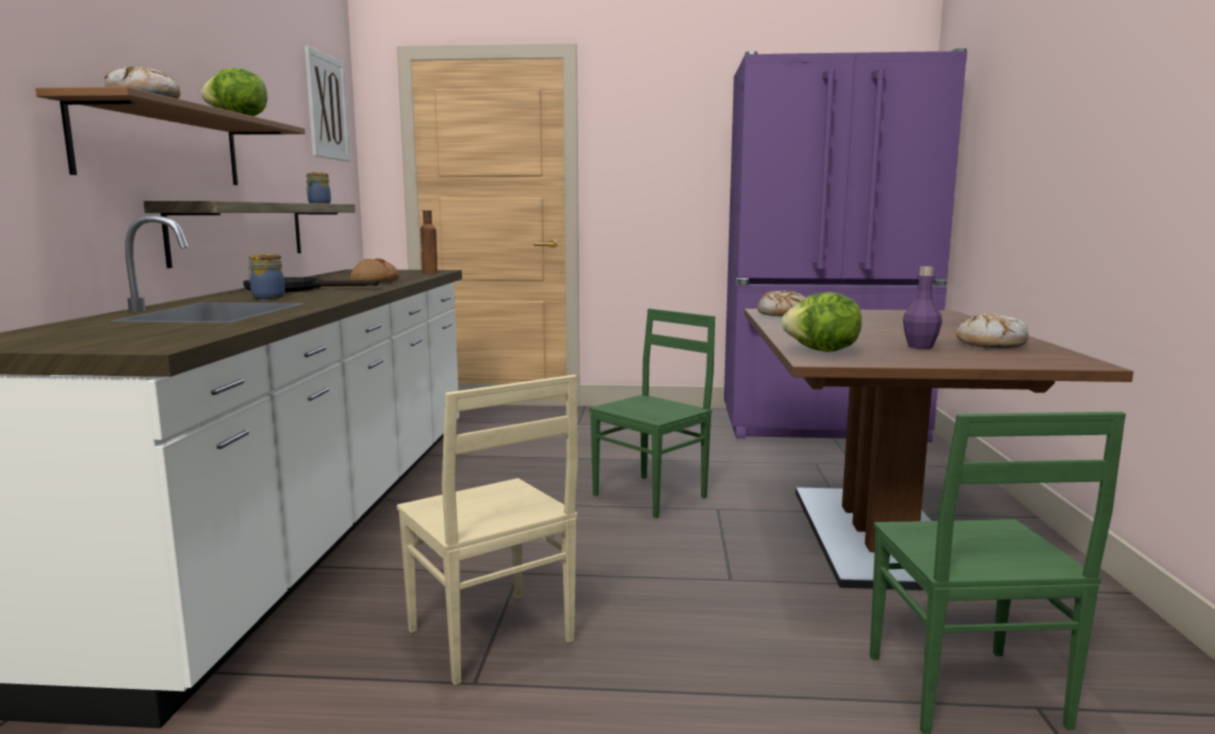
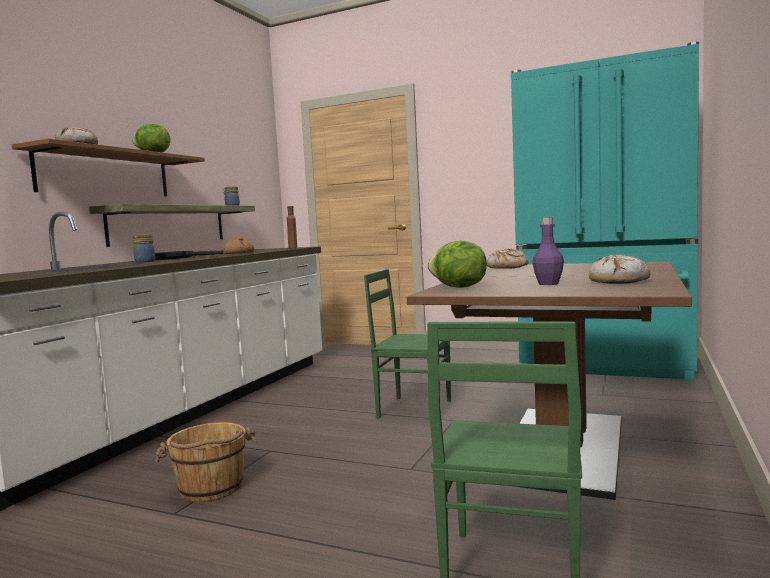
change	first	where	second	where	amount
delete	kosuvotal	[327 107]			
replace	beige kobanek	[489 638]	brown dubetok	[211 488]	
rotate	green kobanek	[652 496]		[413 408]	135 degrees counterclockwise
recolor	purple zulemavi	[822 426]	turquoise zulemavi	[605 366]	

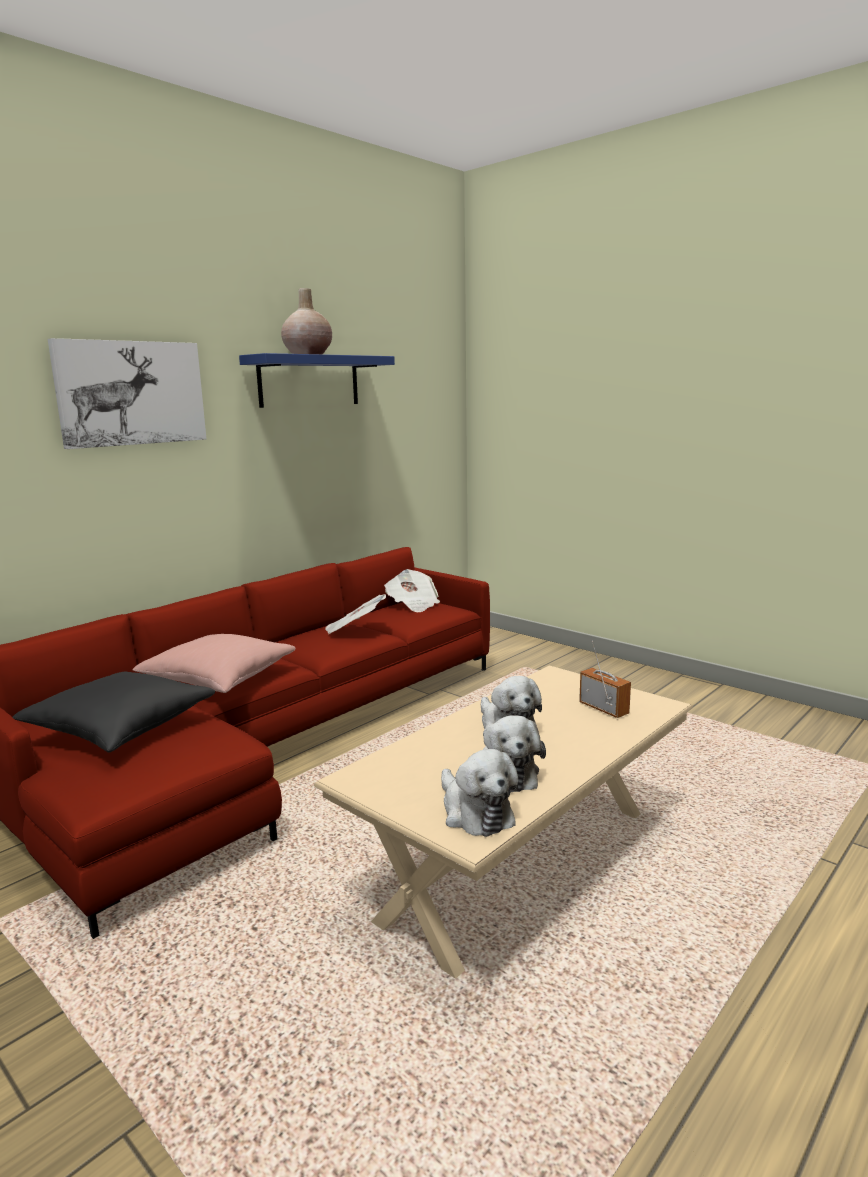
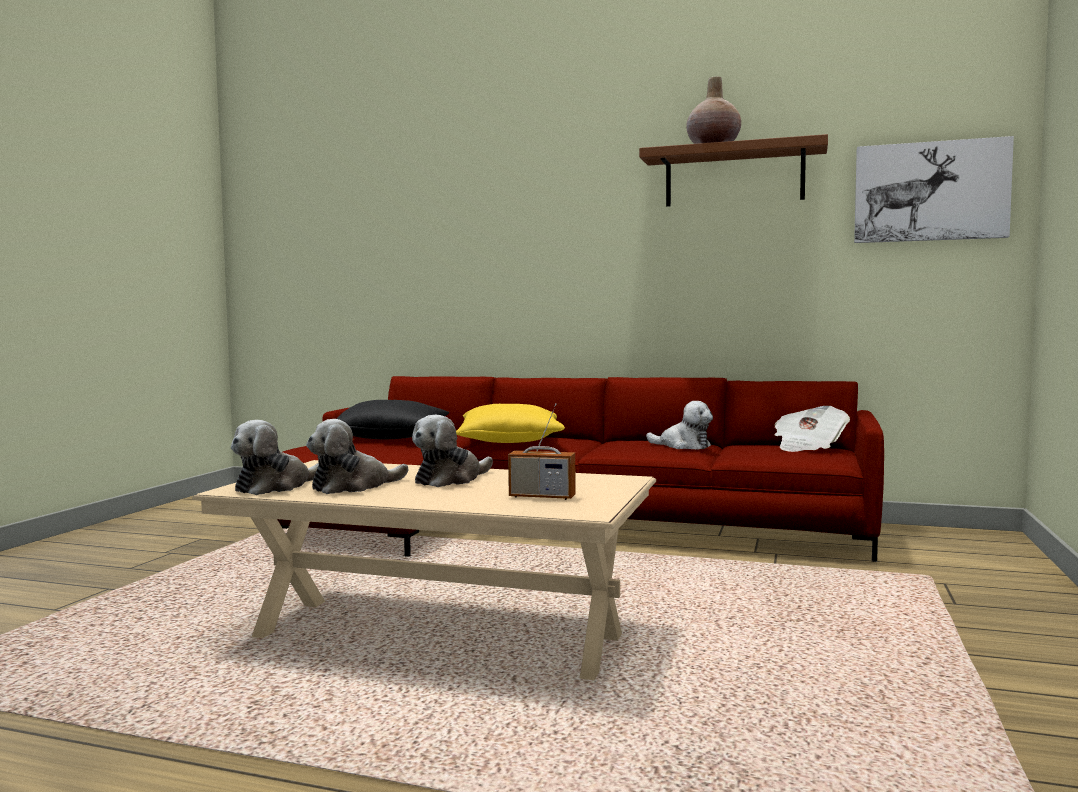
change	first	where	second	where	amount
move	kosuvotal	[131 393]		[930 192]	
recolor	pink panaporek	[219 679]	yellow panaporek	[510 441]	
recolor	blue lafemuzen	[309 381]	brown lafemuzen	[734 176]	
replace	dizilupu	[354 631]	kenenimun	[683 446]	
rotate	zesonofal	[603 709]		[542 497]	75 degrees clockwise

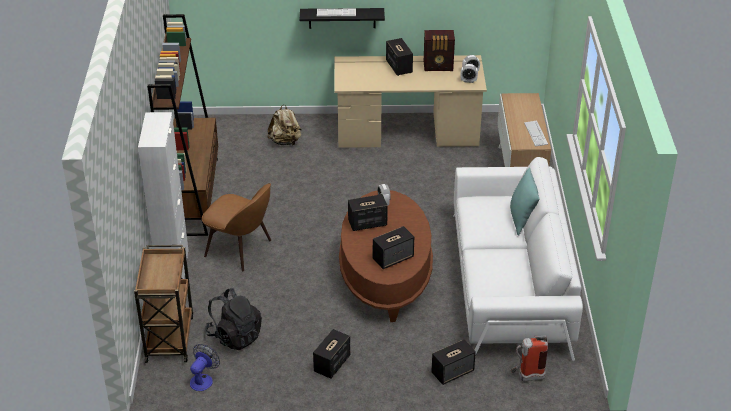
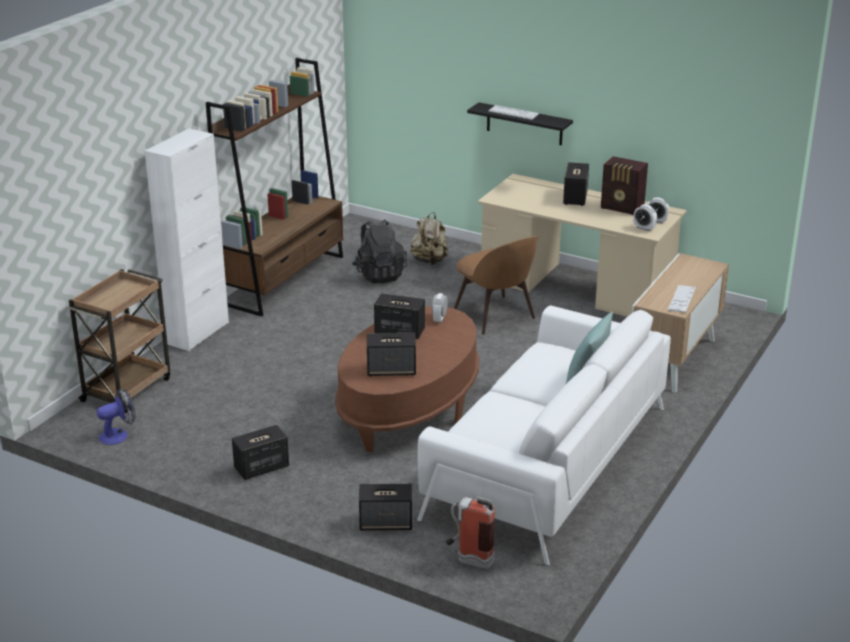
change	first	where	second	where	amount
move	brown kobanek	[240 249]		[495 316]	
move	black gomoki	[235 336]		[379 275]	

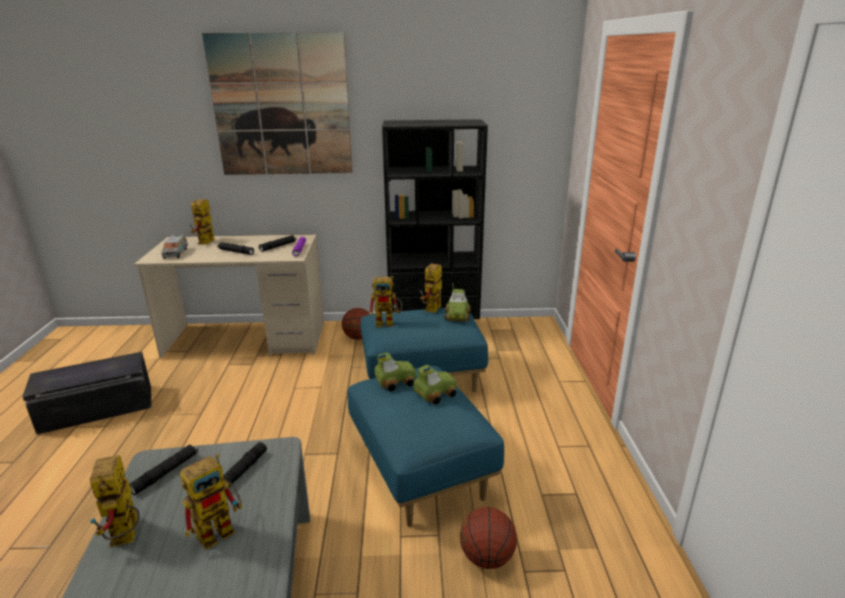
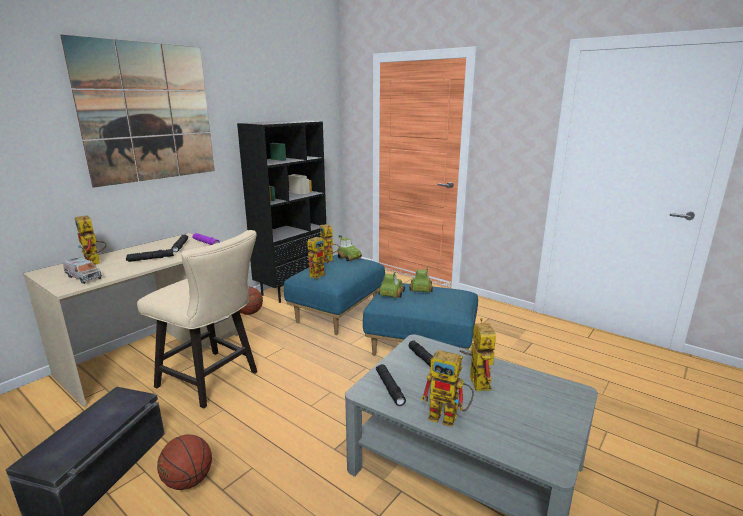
change	first	where	second	where	amount
move	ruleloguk	[486 557]		[188 481]	
insert			beige kobanek	[213 381]	

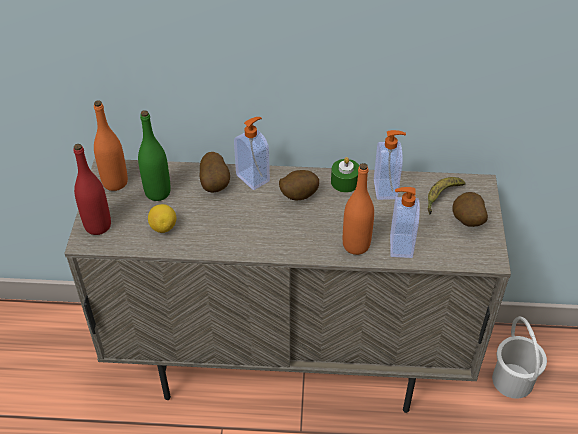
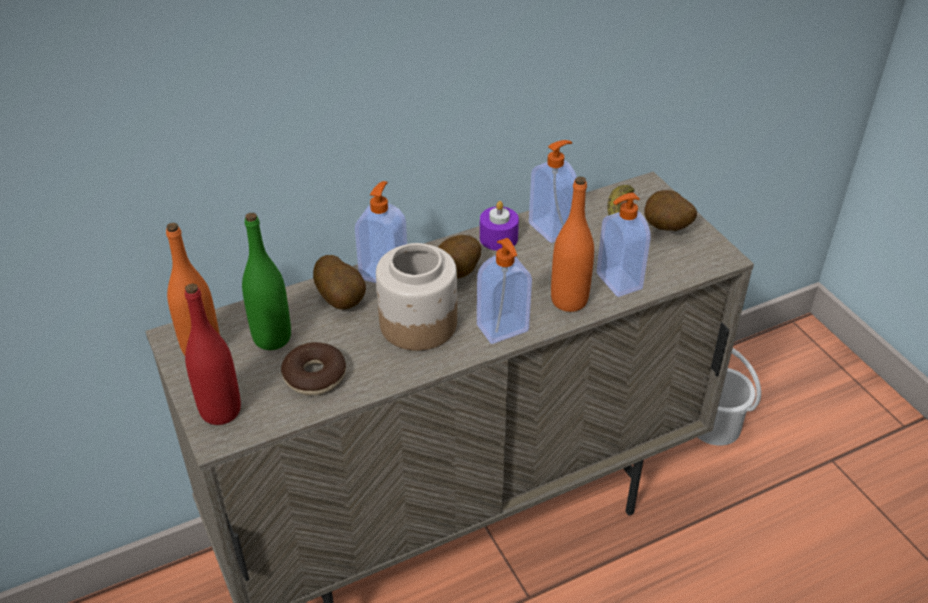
change	first	where	second	where	amount
replace	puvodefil	[163 227]	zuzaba	[314 376]	
recolor	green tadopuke	[345 182]	purple tadopuke	[498 238]	
insert			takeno	[417 324]	
insert			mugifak	[503 329]	

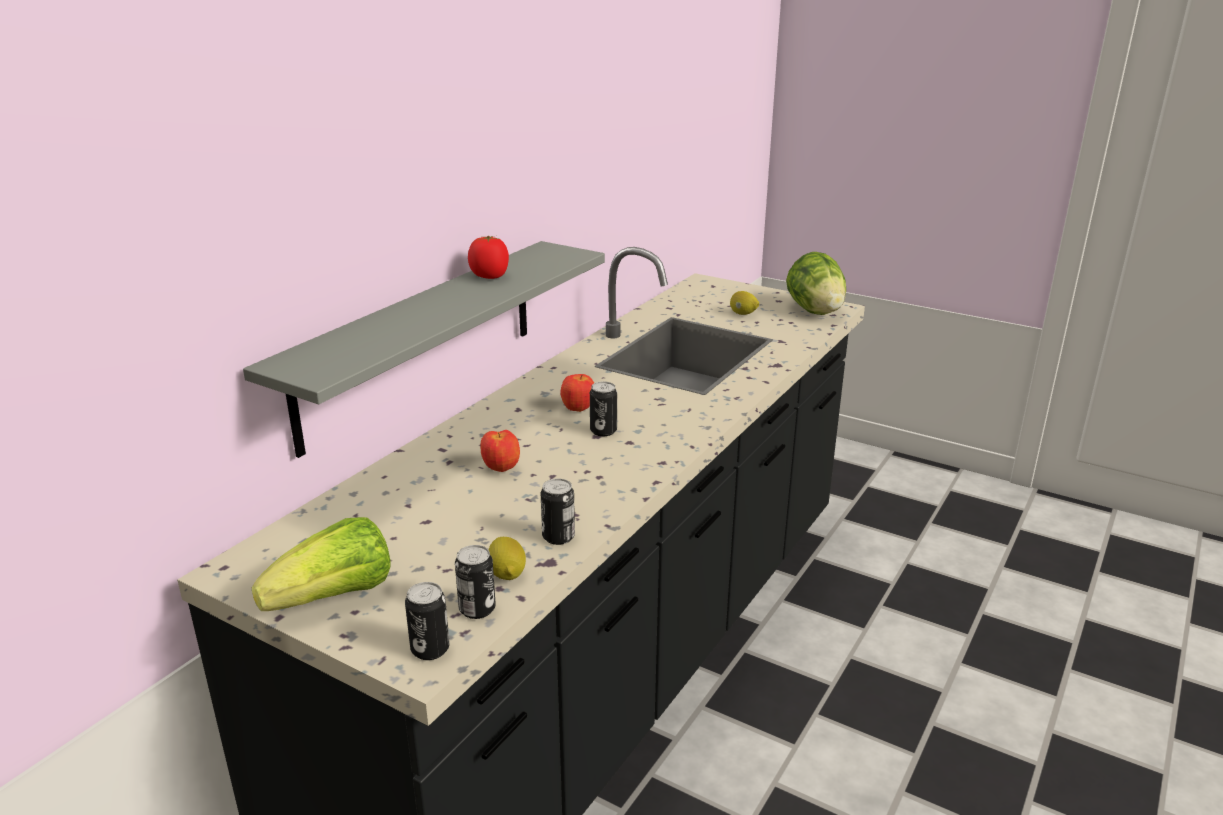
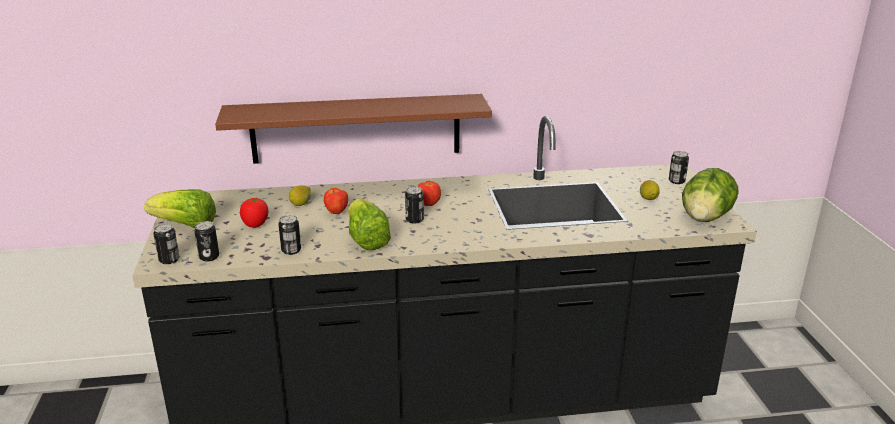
change	first	where	second	where	amount
recolor	grey lafemuzen	[420 341]	brown lafemuzen	[356 128]	
move	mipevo	[490 276]		[255 224]	
move	puvodefil	[507 573]		[301 204]	
insert			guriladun	[366 239]	
insert			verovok	[676 181]	

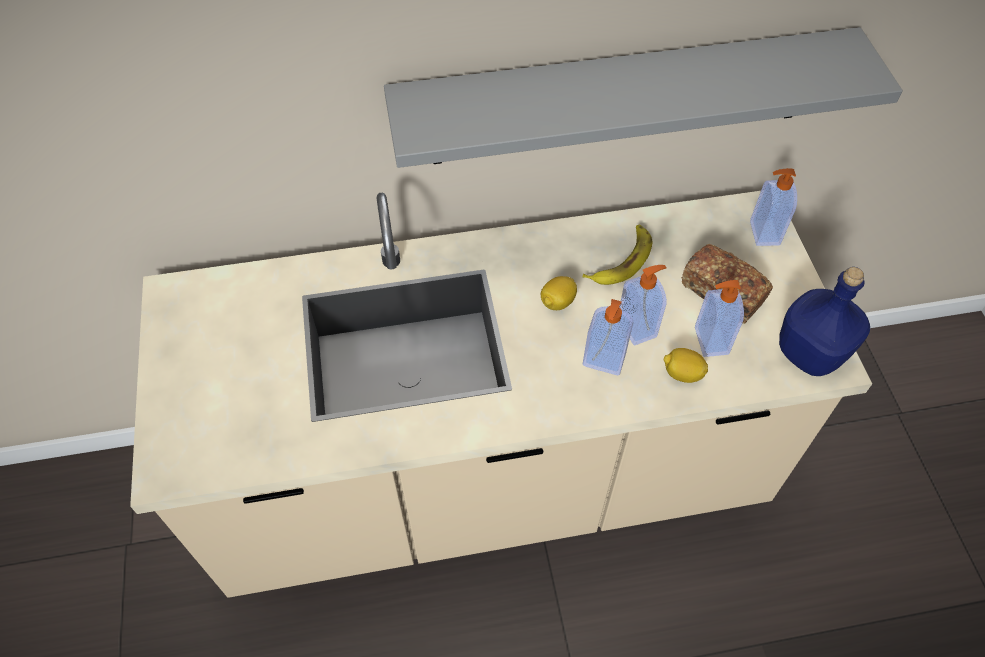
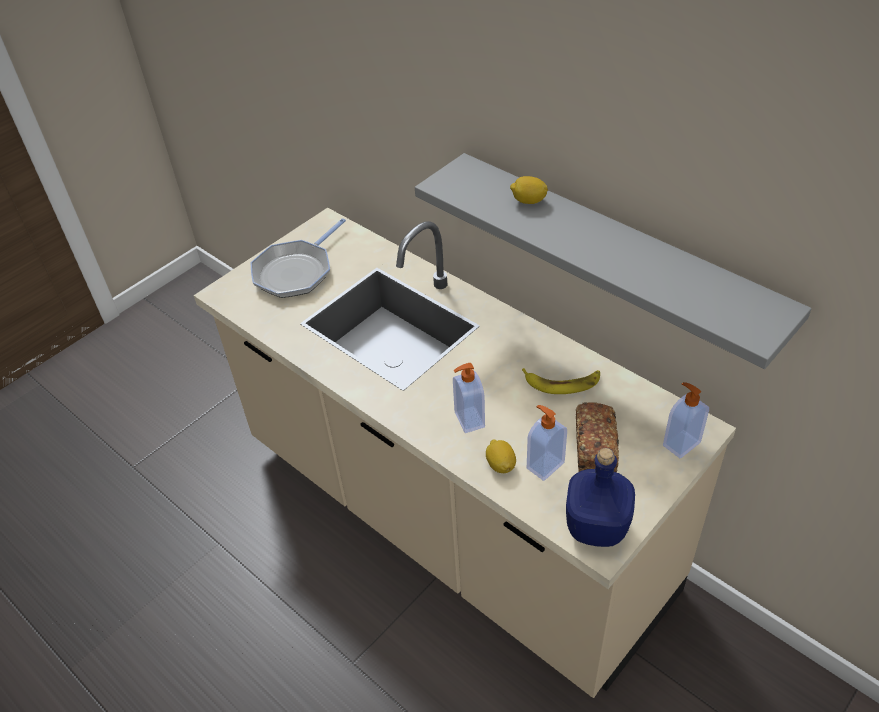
change	first	where	second	where	amount
move	puvodefil	[557 302]		[528 201]	
delete	mugifak	[638 327]			
insert			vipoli	[296 271]	

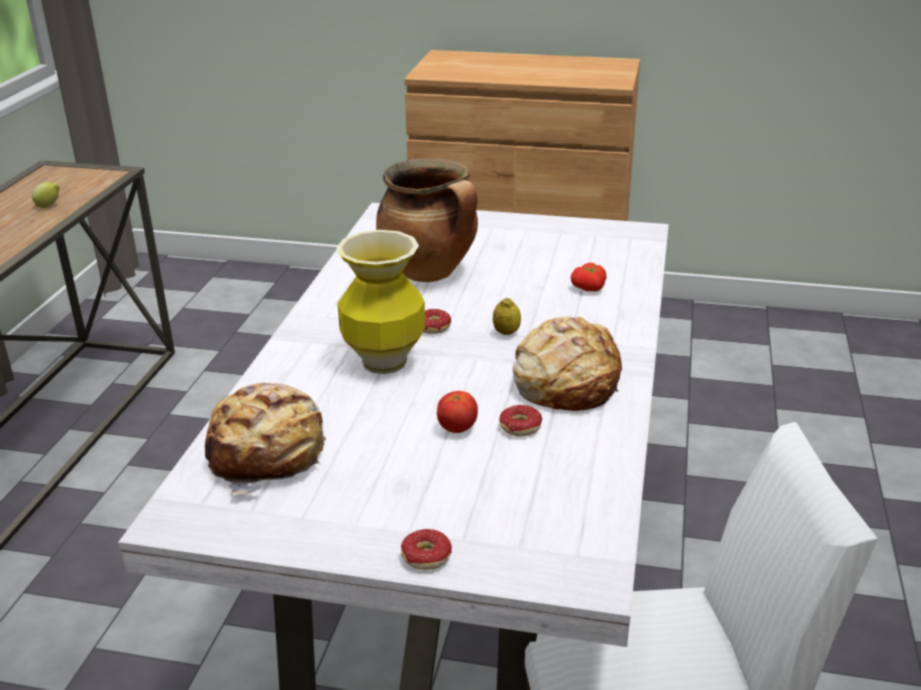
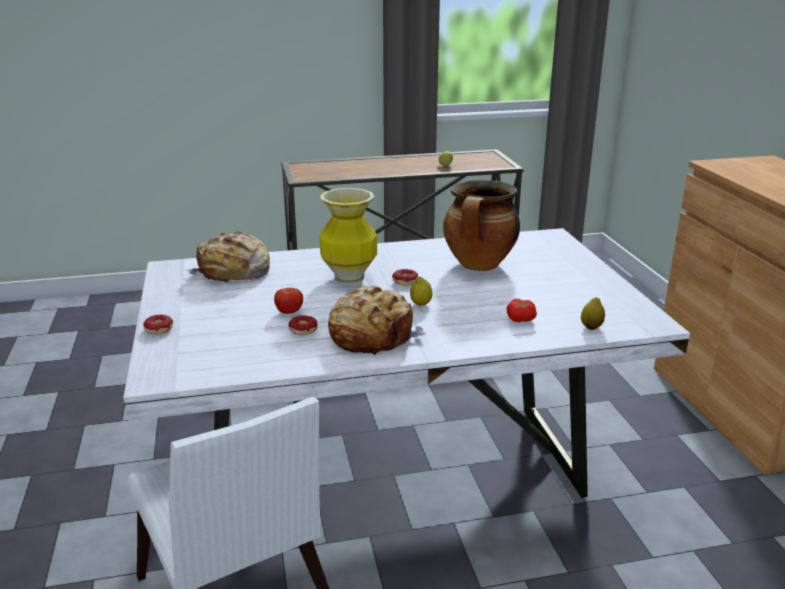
change	first	where	second	where	amount
insert			puvodefil	[591 327]	

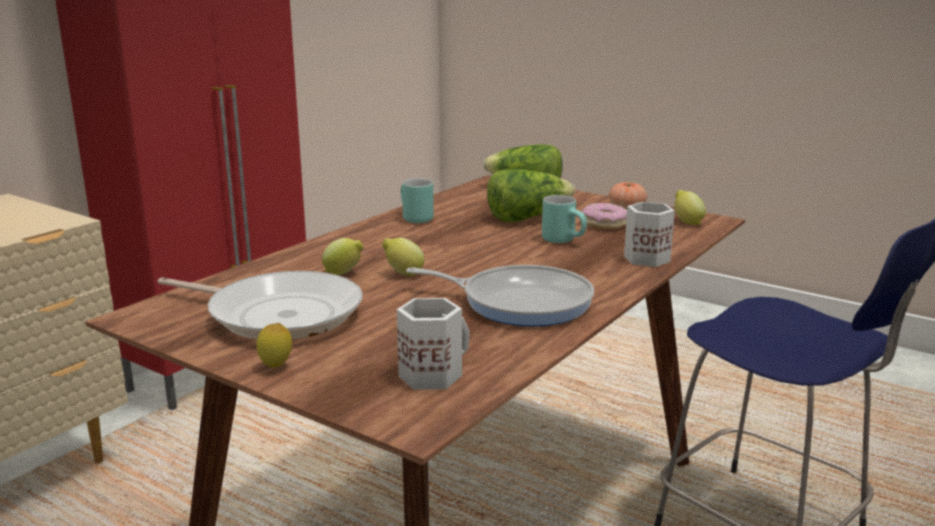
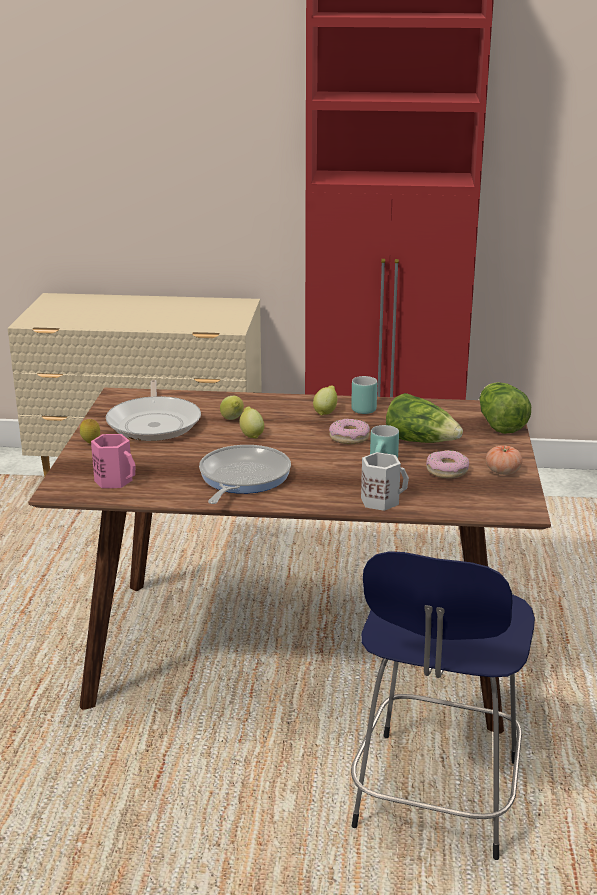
change	first	where	second	where	amount
recolor	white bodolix	[431 374]	pink bodolix	[115 480]	
rotate	vipoli	[519 302]		[242 478]	150 degrees counterclockwise
move	puvodefil	[687 222]		[326 412]	
insert			zuzaba	[349 437]	

